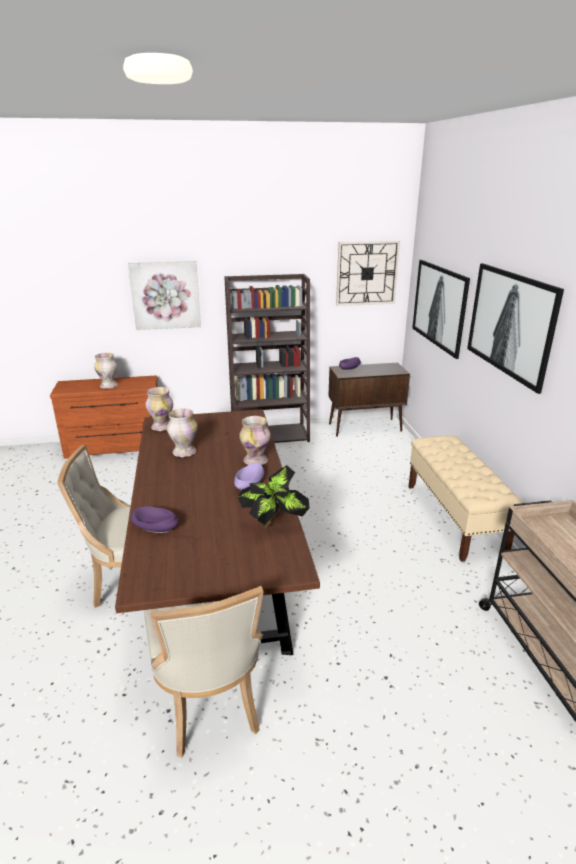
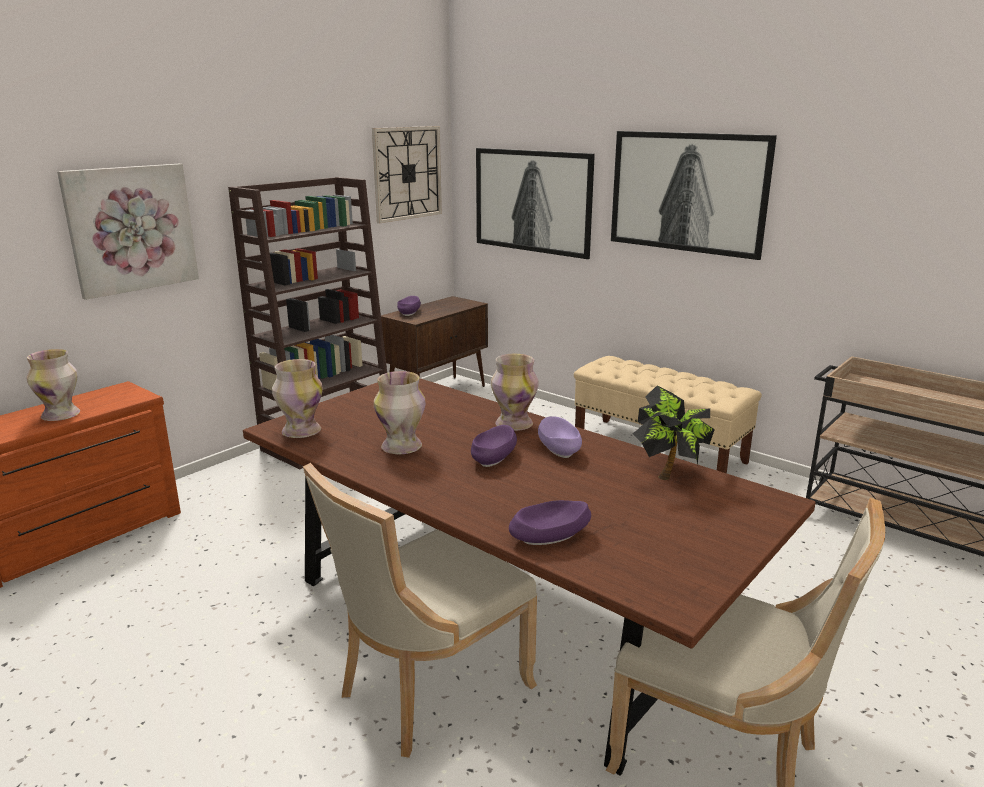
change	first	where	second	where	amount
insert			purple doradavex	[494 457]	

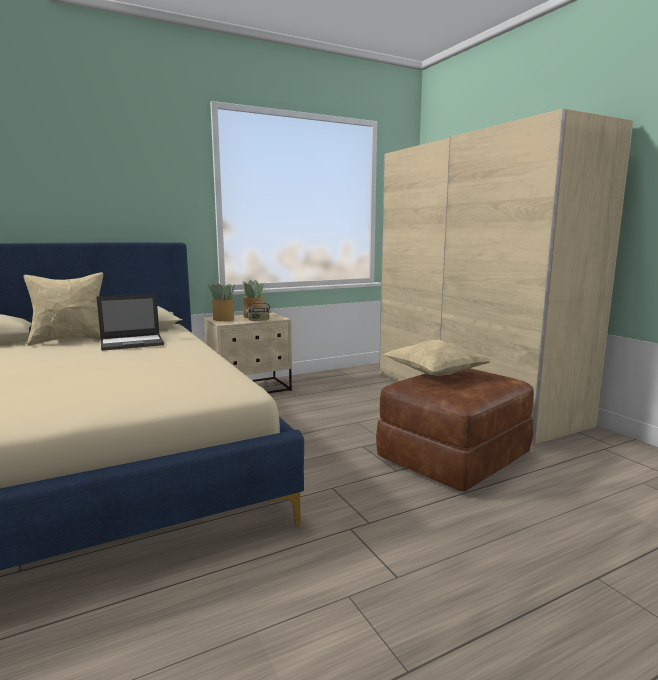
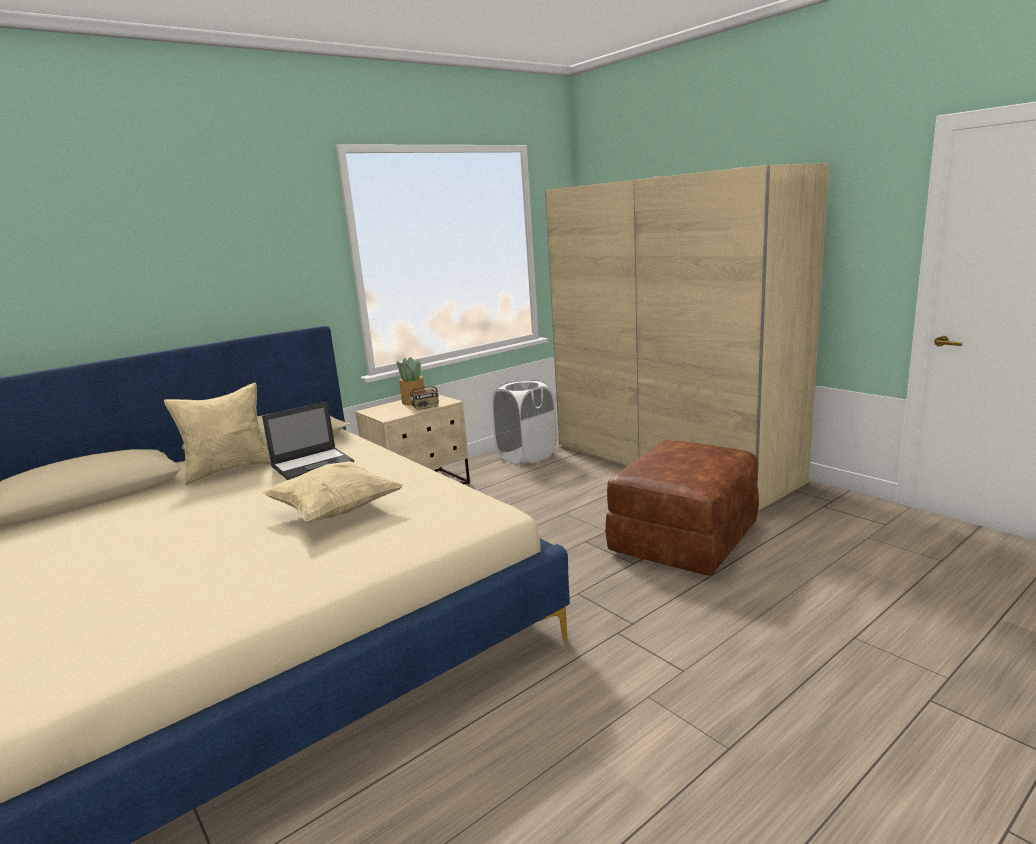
change	first	where	second	where	amount
delete	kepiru	[223 319]			
move	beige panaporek	[435 374]		[335 511]	
insert			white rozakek	[527 456]	

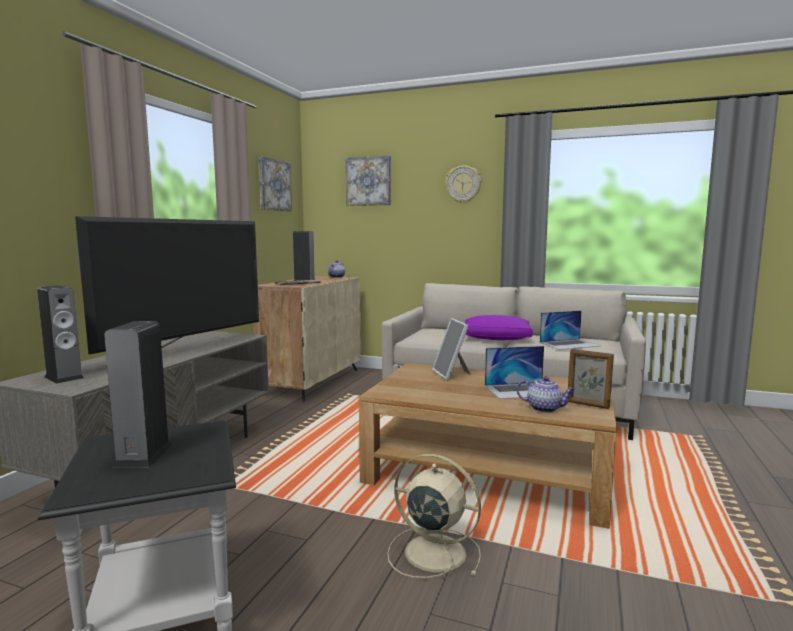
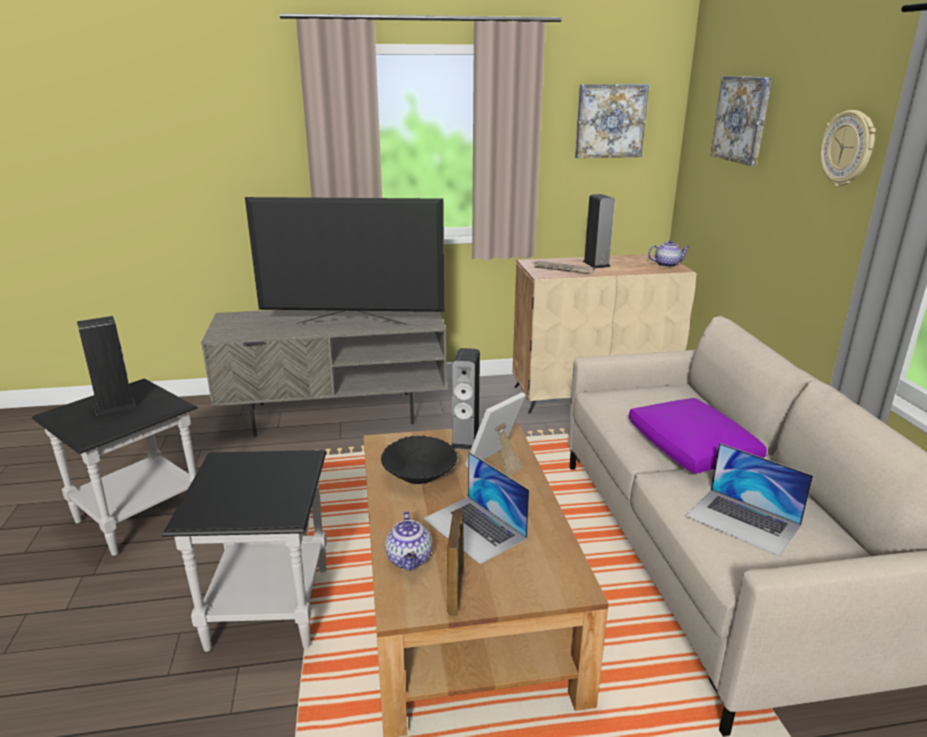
change	first	where	second	where	amount
move	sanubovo	[64 377]		[465 439]	
replace	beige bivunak	[432 552]	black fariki	[269 606]	
insert			black doradavex	[419 475]	

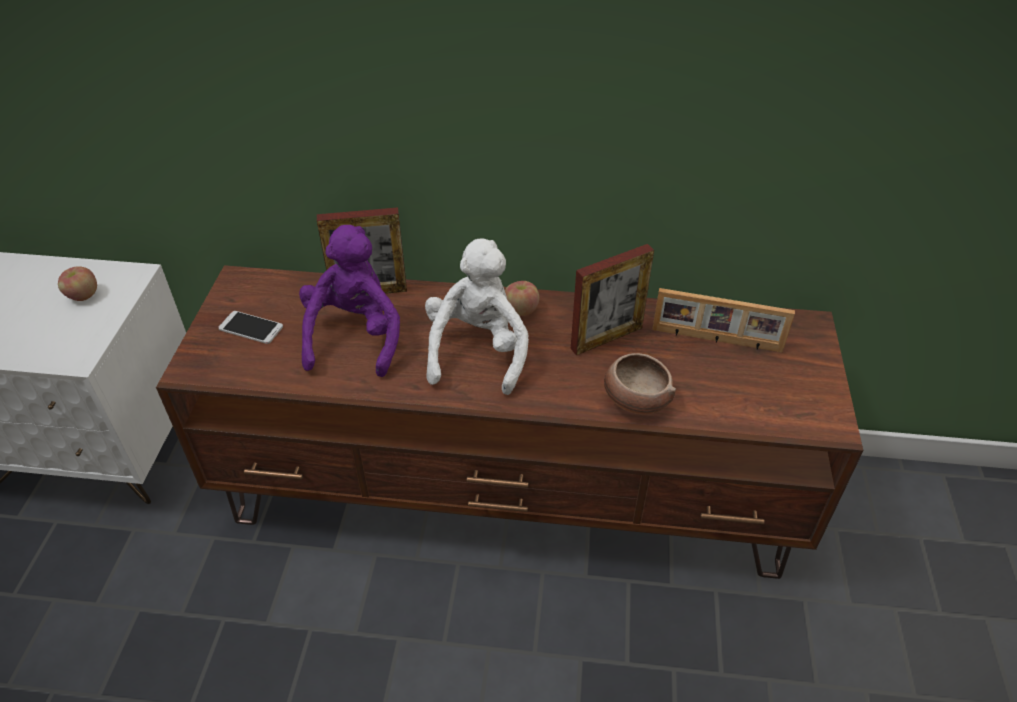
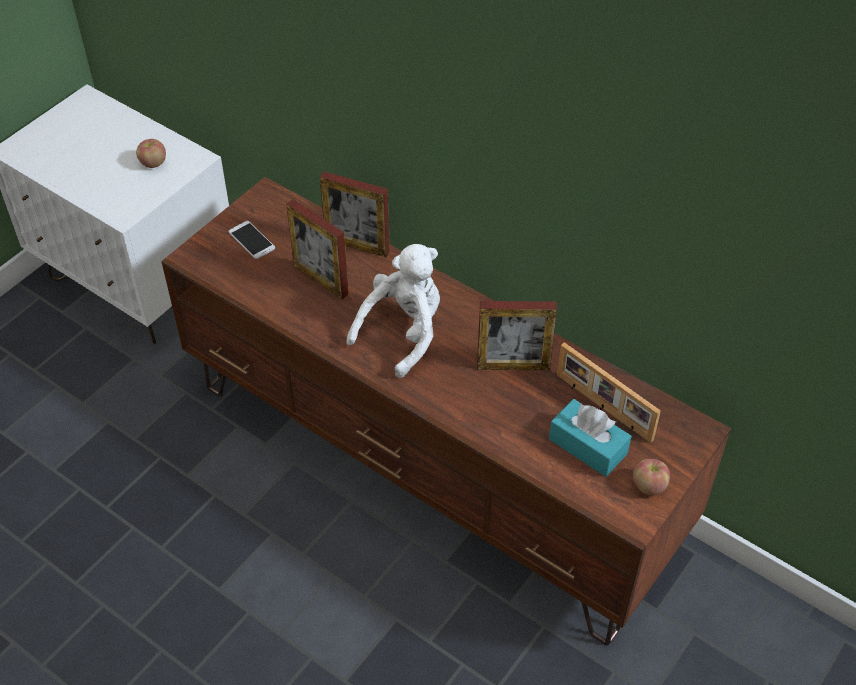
change	first	where	second	where	amount
replace	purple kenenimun	[354 336]	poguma	[321 280]	
move	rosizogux	[521 310]		[648 486]	
delete	doradavex	[635 399]			
insert			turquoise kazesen	[588 446]	

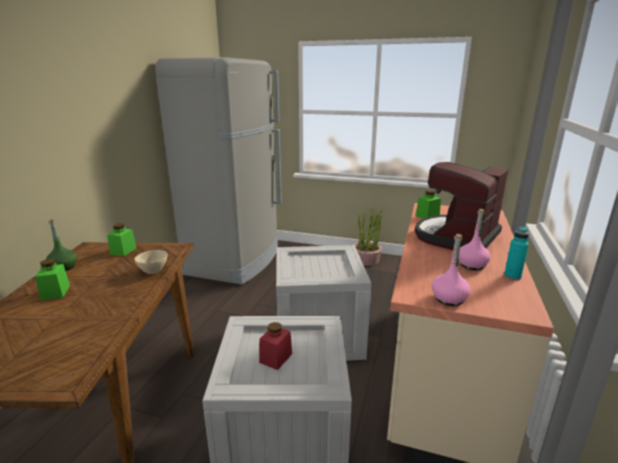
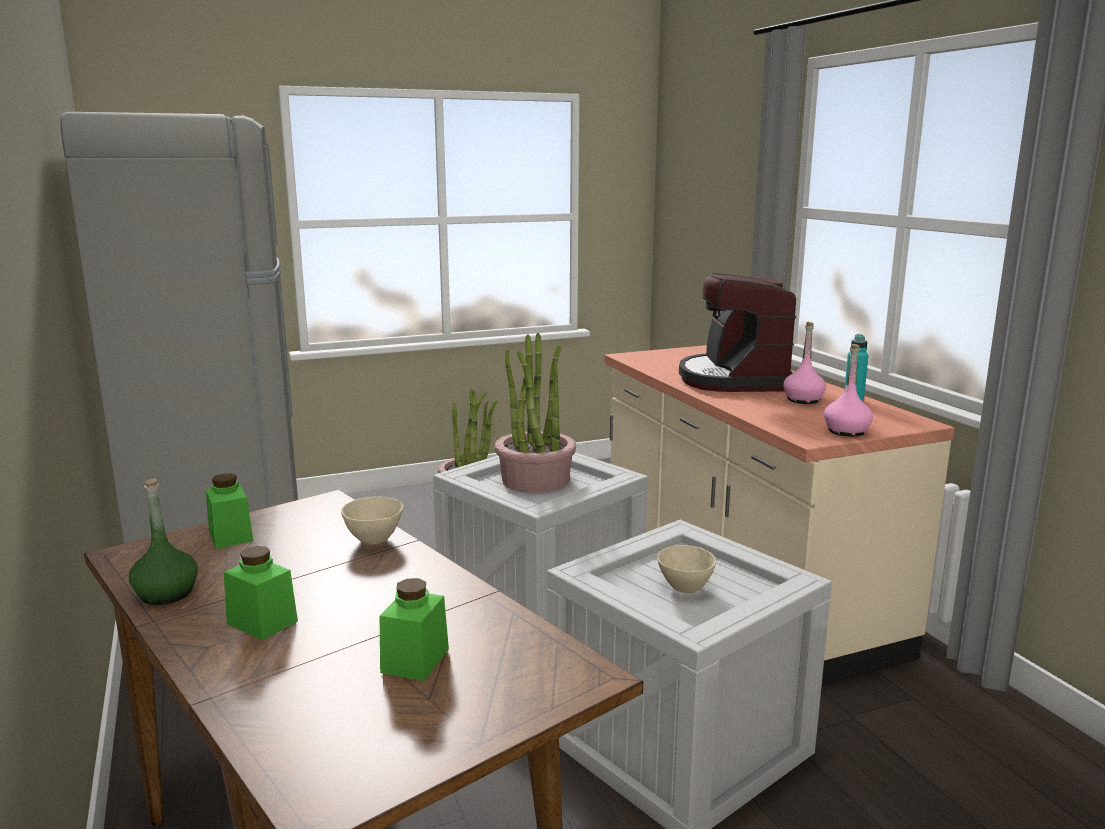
change	first	where	second	where	amount
replace	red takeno	[276 358]	beige doradavex	[684 588]	
move	green takeno	[427 216]		[415 660]	
insert			kepiru	[535 480]	

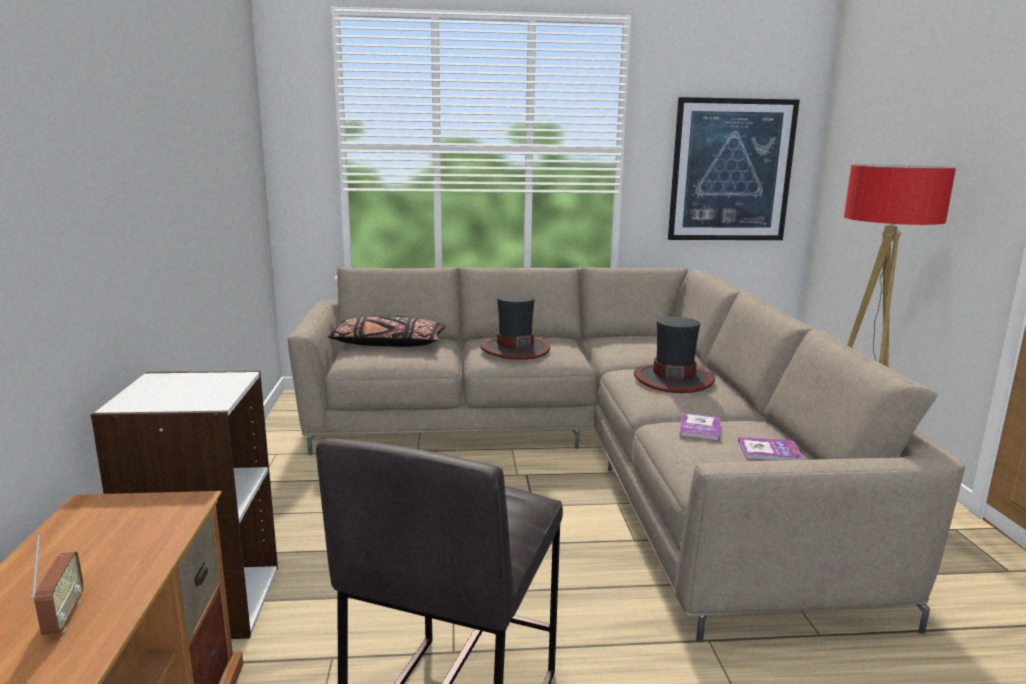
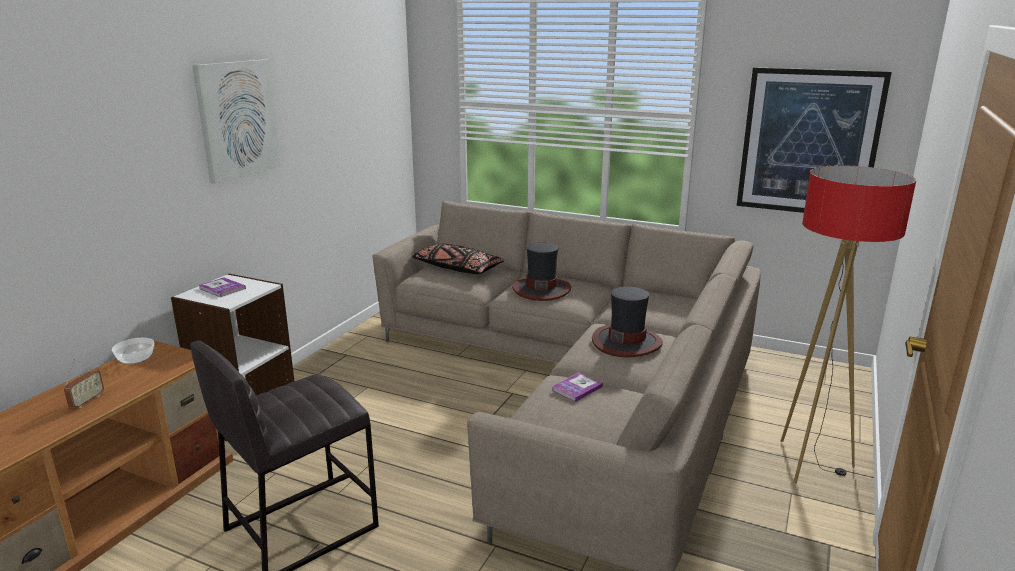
change	first	where	second	where	amount
move	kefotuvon	[769 452]		[222 288]	
insert			doradavex	[136 359]	
insert			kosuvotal	[237 119]	

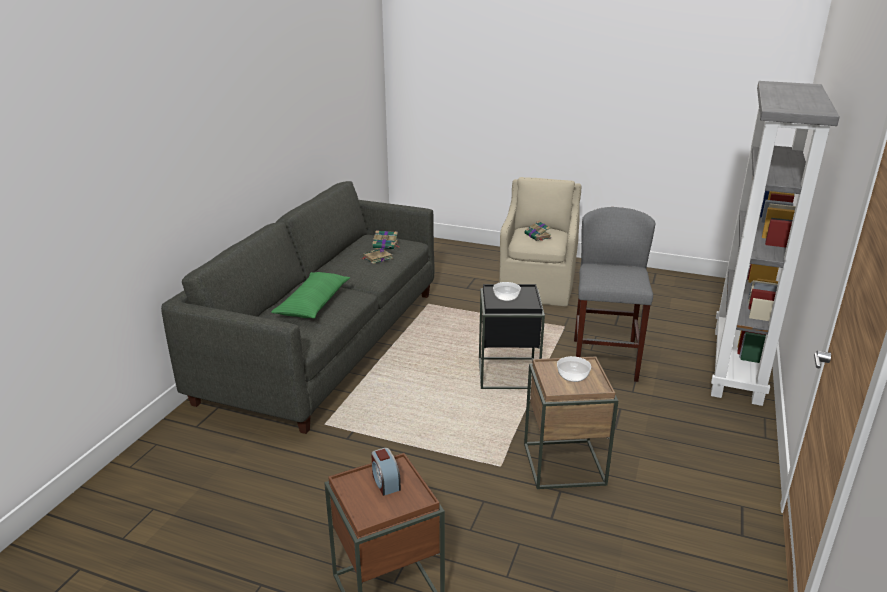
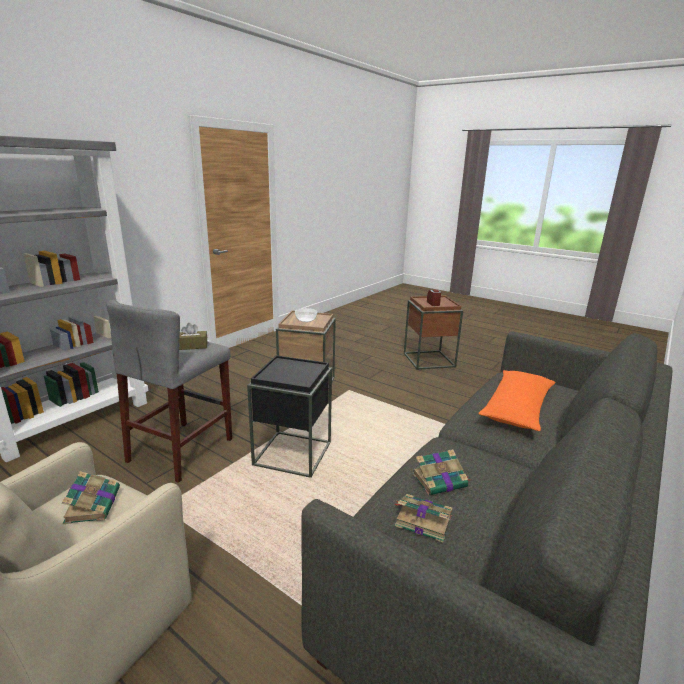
change	first	where	second	where	amount
recolor	green panaporek	[313 303]	orange panaporek	[517 408]	
delete	doradavex	[506 297]			
insert			brown kazesen	[191 346]	

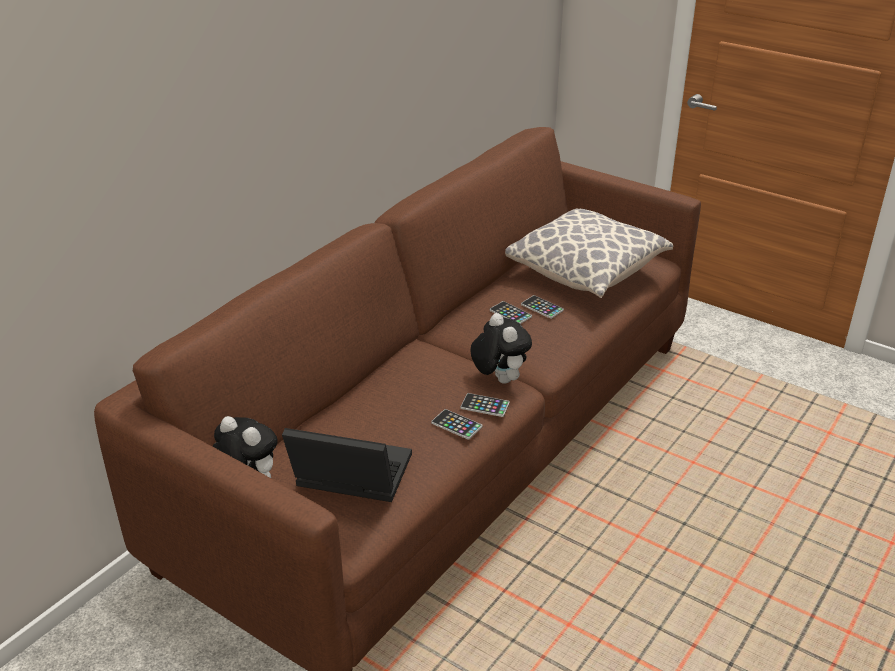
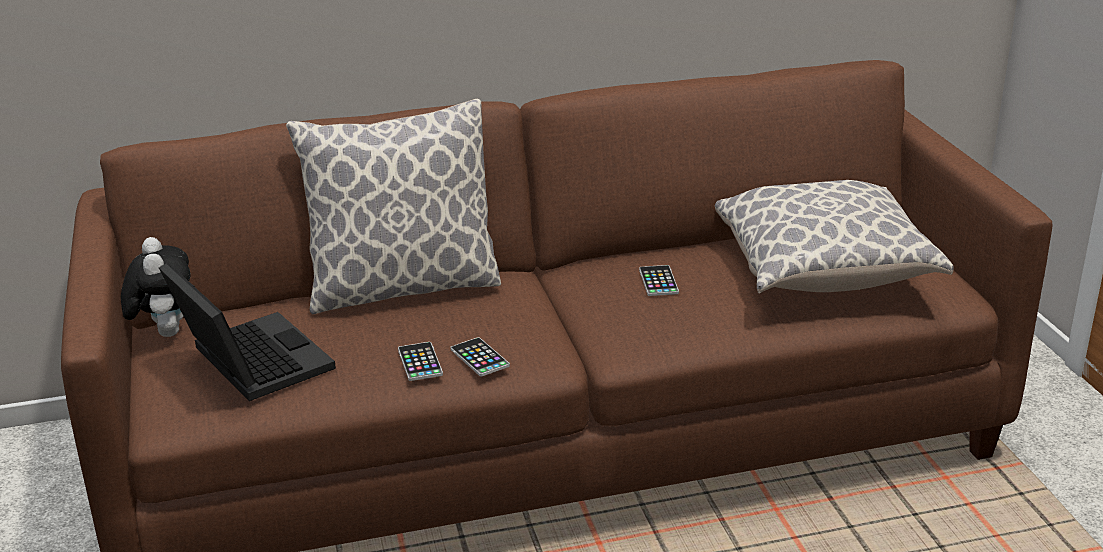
change	first	where	second	where	amount
delete	kenenimun	[498 379]			
delete	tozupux	[542 307]			
insert			panaporek	[402 287]	

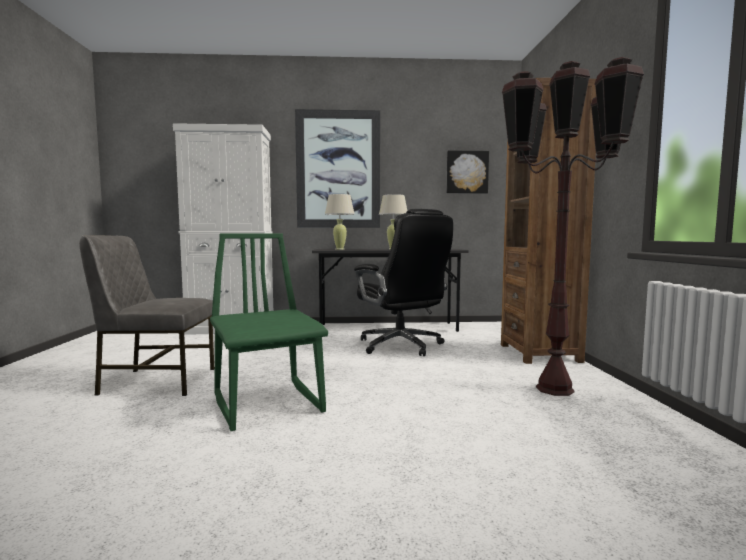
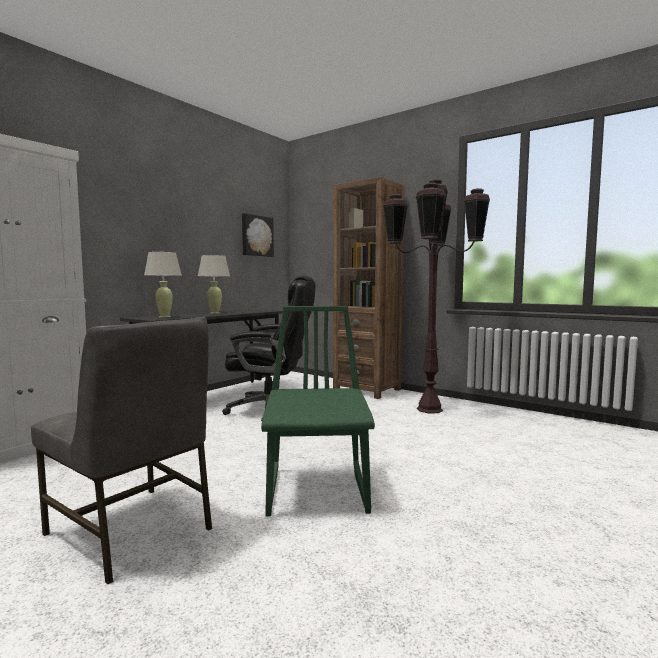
change	first	where	second	where	amount
rotate	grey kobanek	[157 381]		[132 531]	90 degrees counterclockwise
rotate	green kobanek	[269 404]		[318 489]	75 degrees clockwise
delete	kosuvotal	[338 169]			

